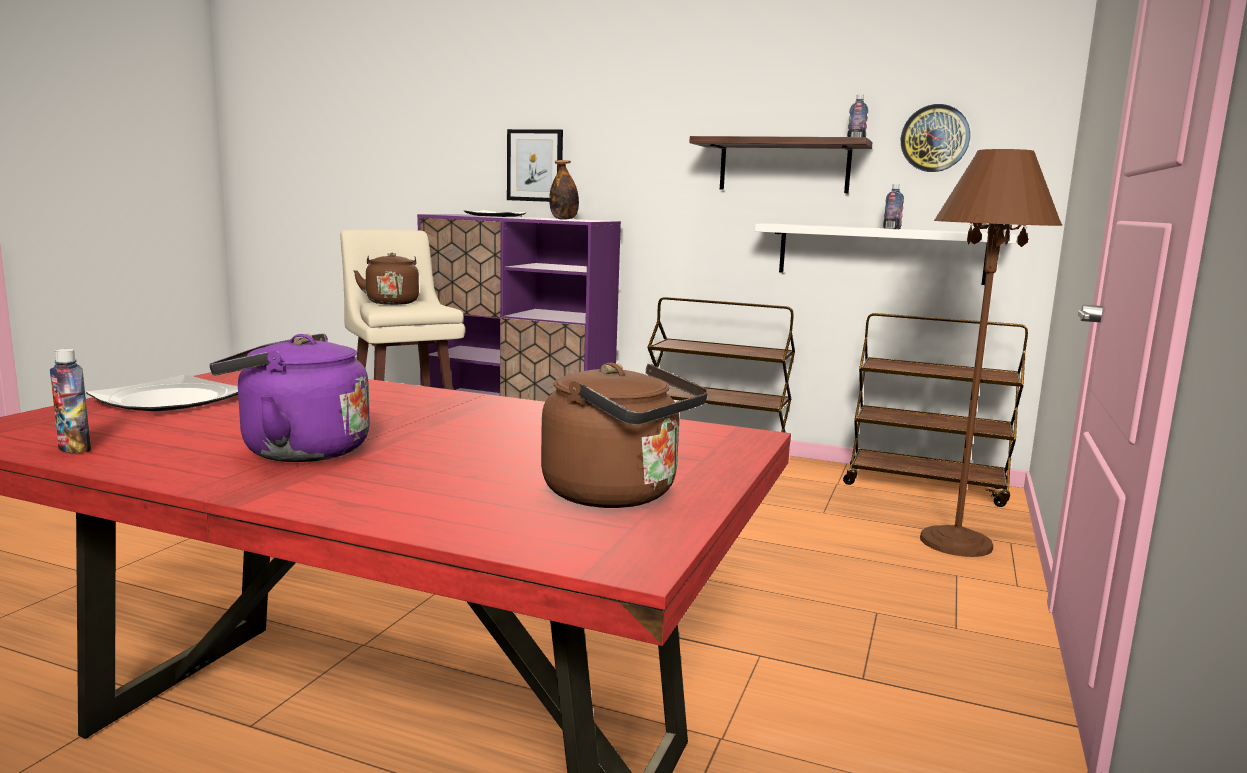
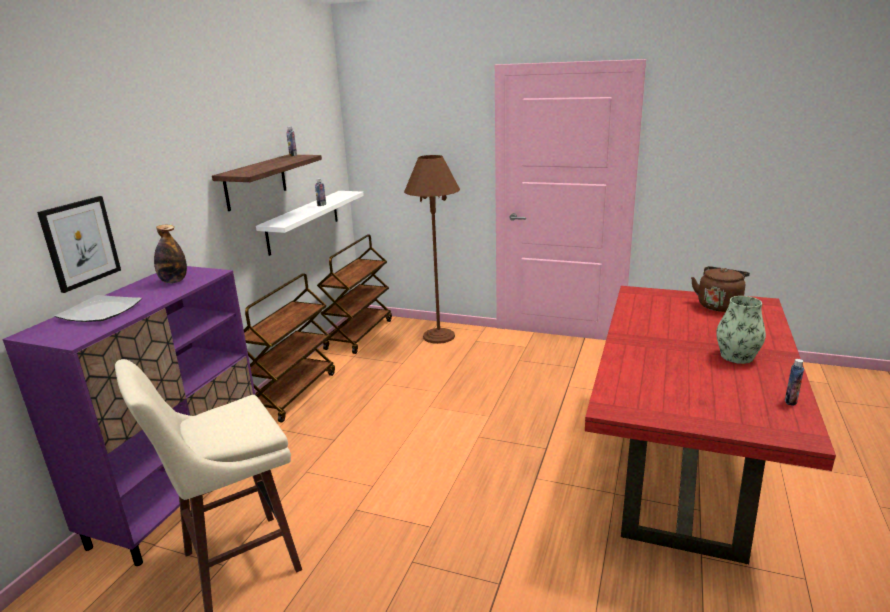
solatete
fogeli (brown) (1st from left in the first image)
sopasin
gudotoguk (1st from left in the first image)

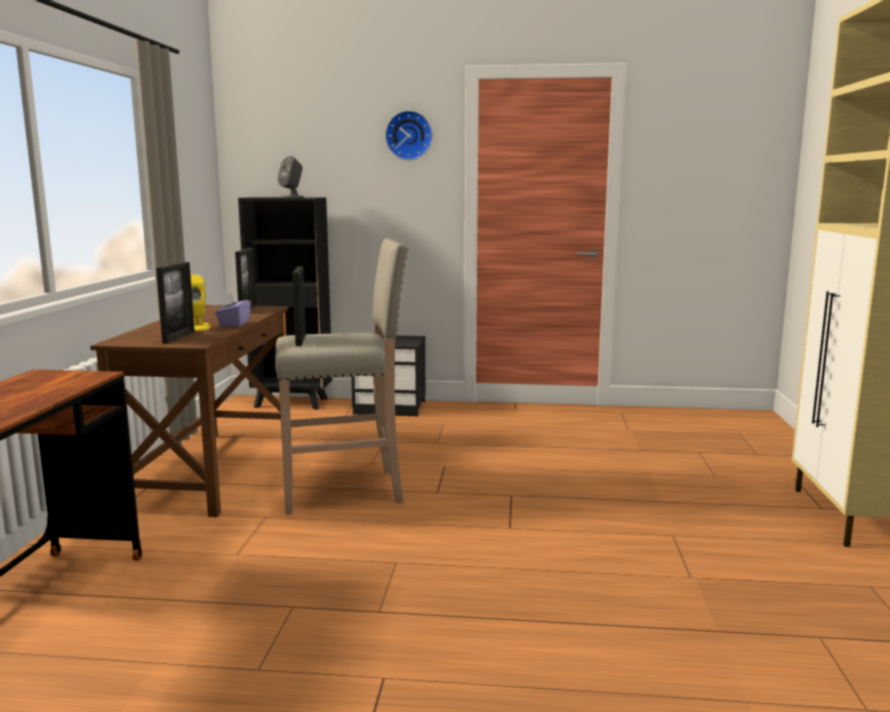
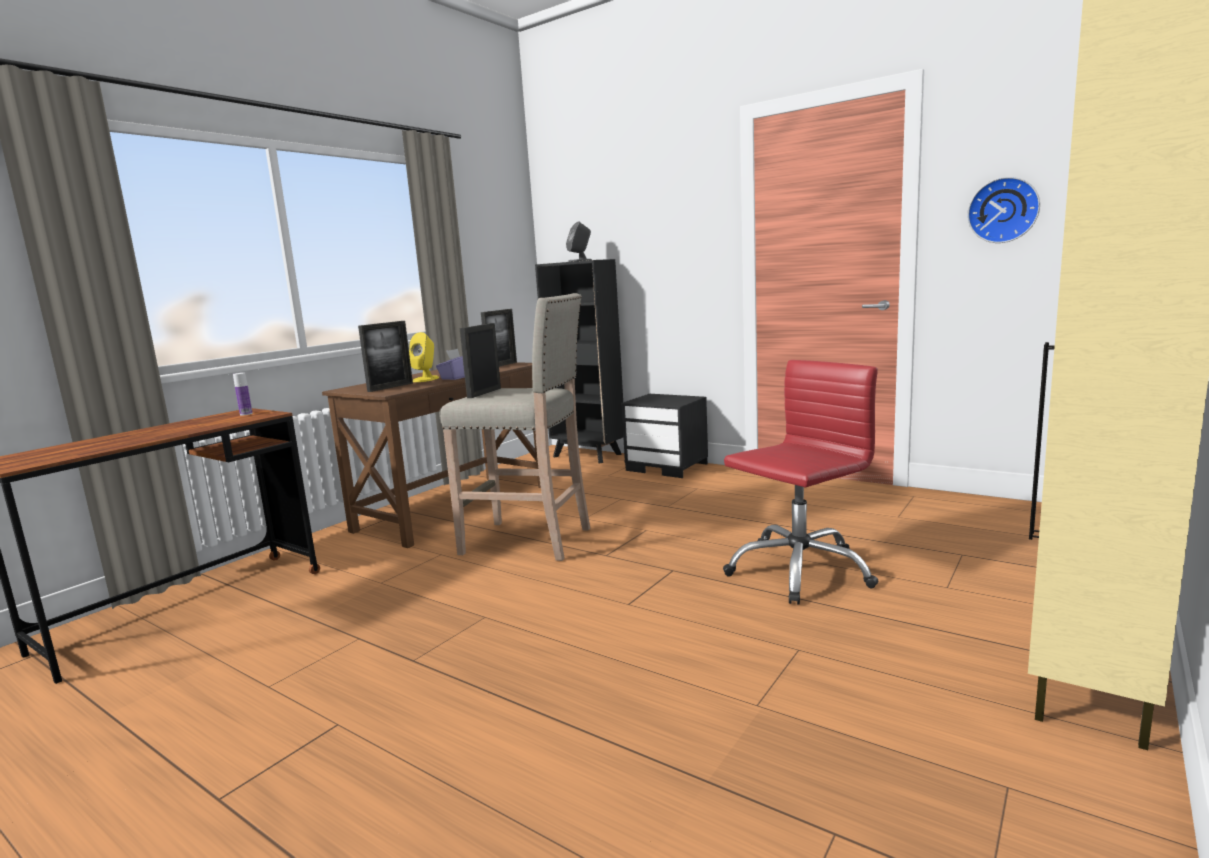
solatete
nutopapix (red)
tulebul

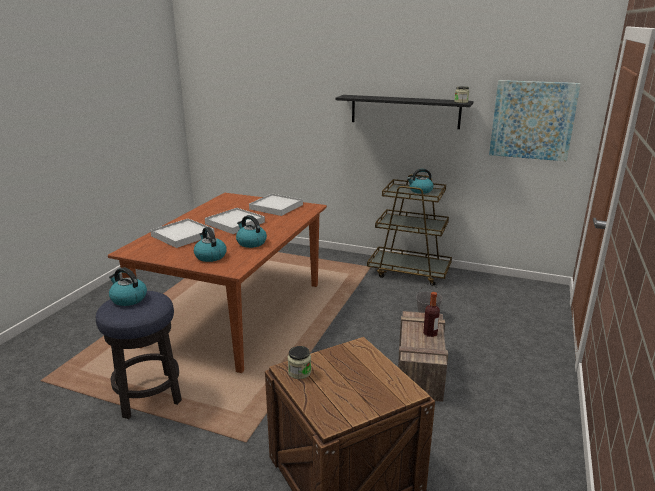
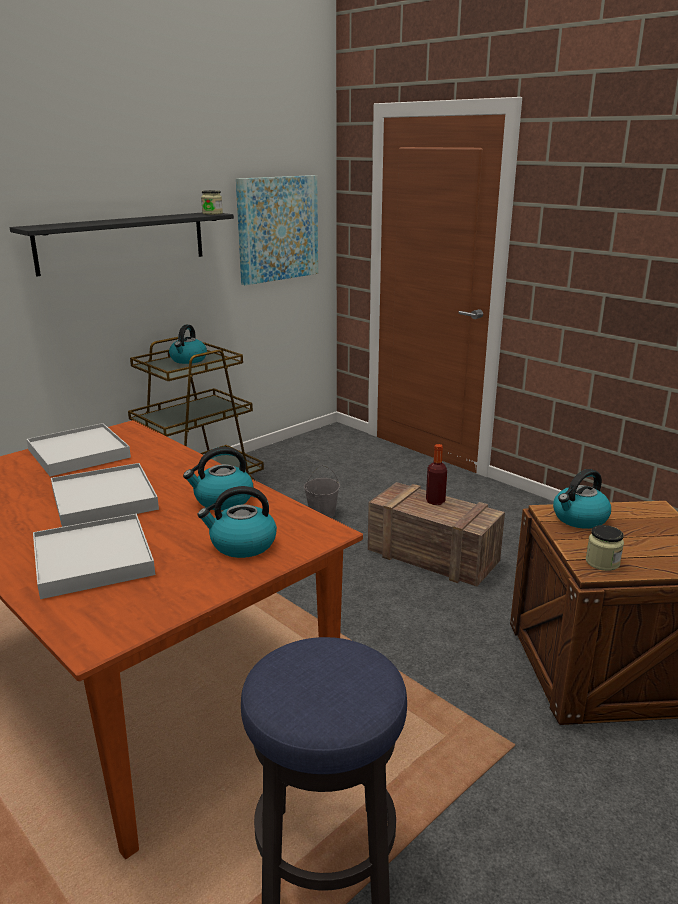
fogeli (4th from left)

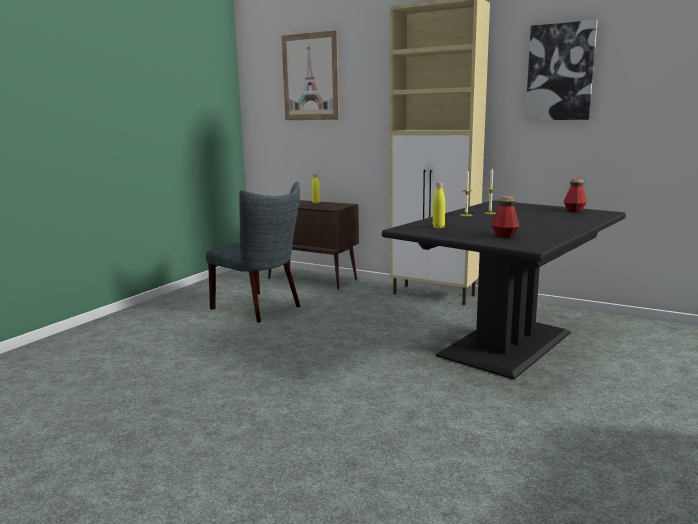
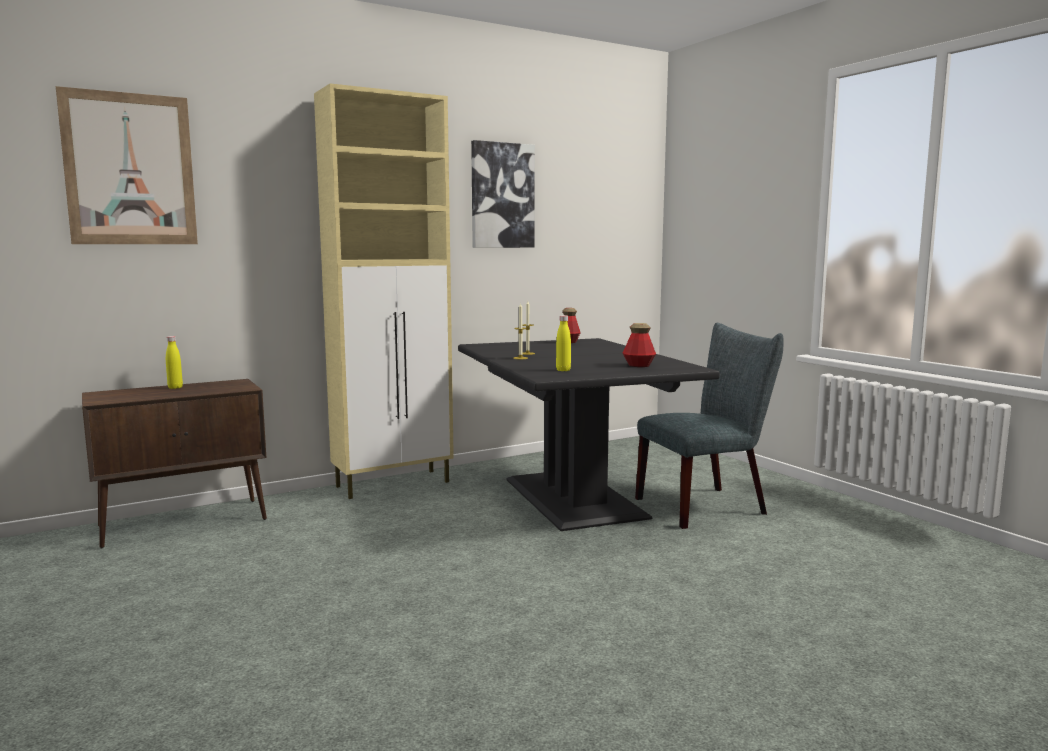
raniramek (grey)

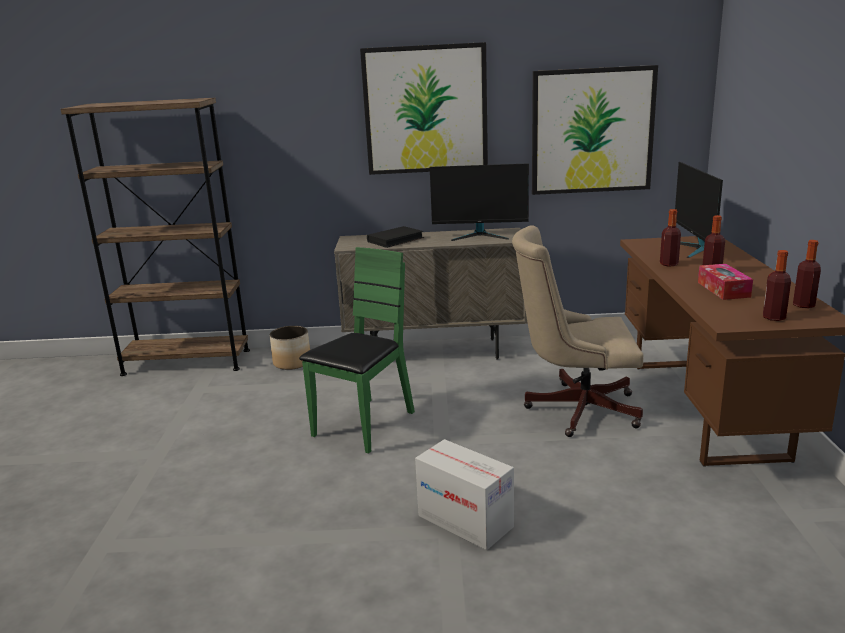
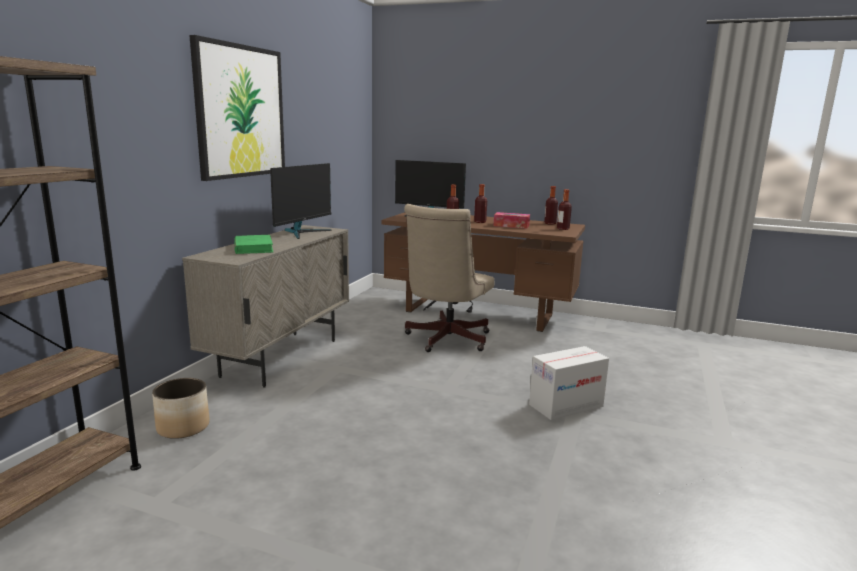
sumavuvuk (2nd from left in the first image)
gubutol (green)
raniramek (green)

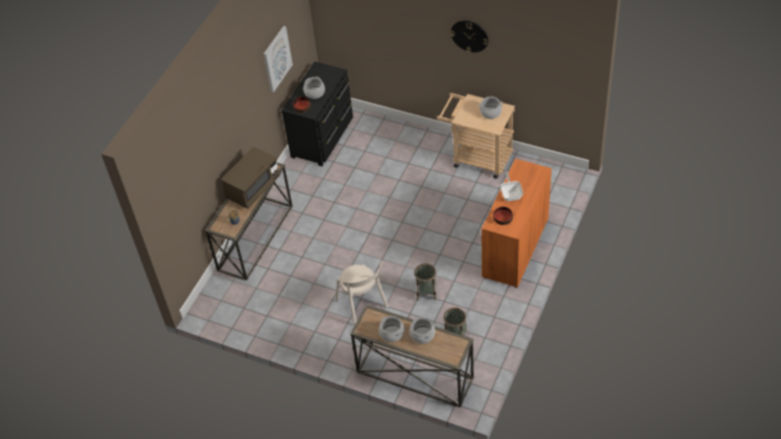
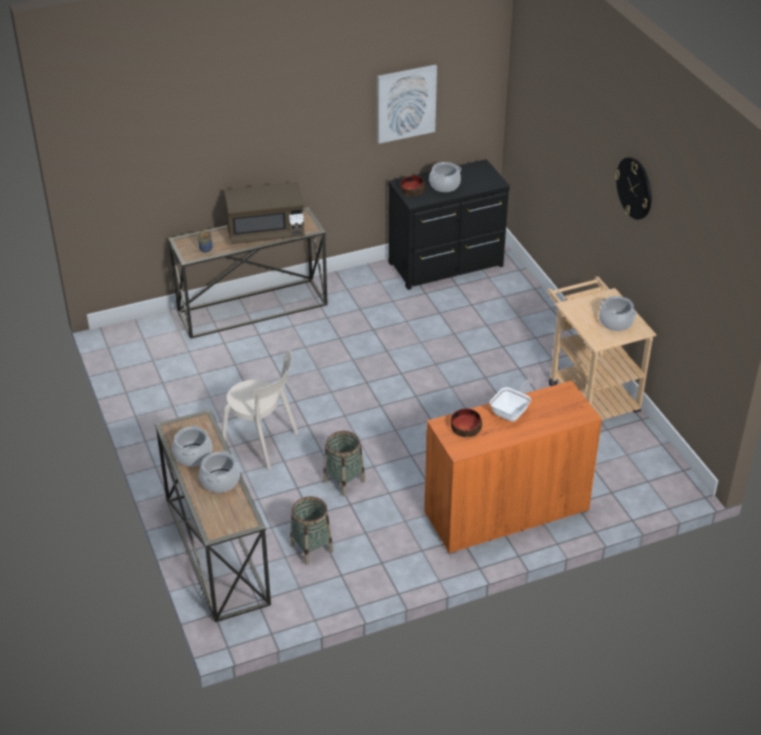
raniramek (beige)

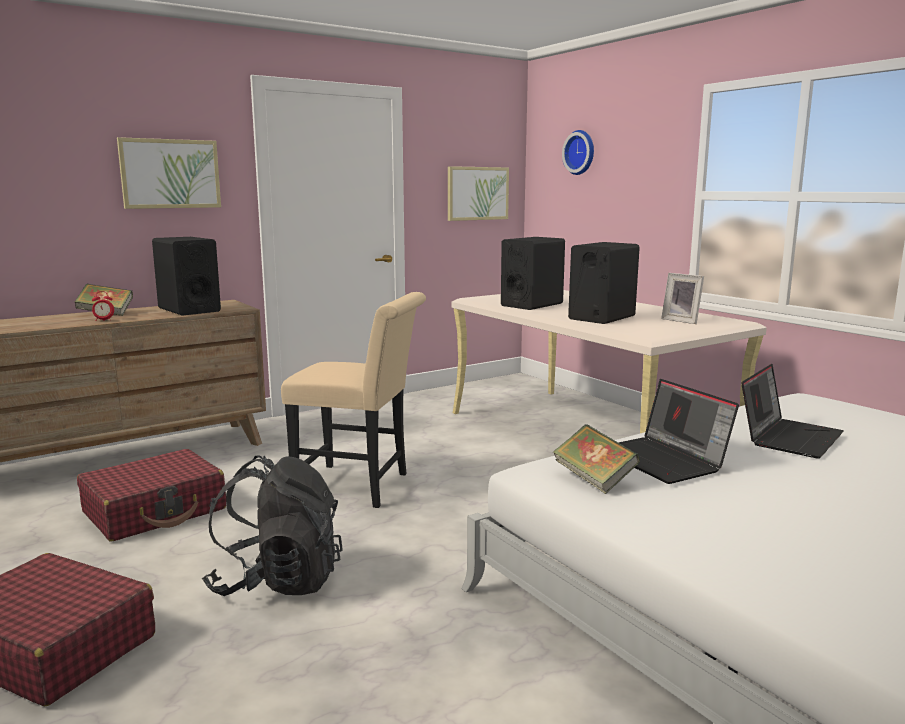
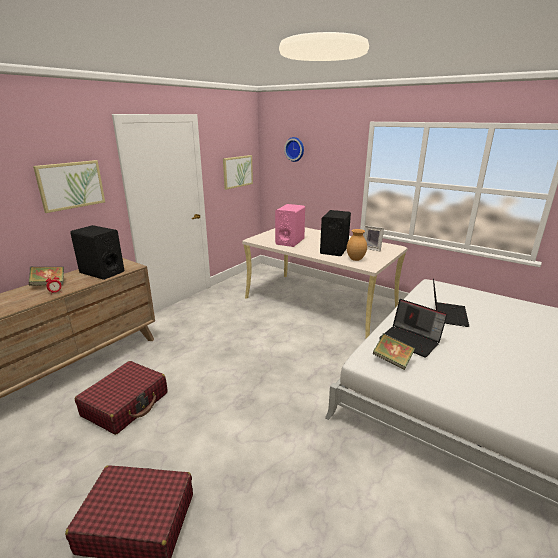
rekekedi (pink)
raniramek (beige)
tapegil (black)
sopasin (brown)

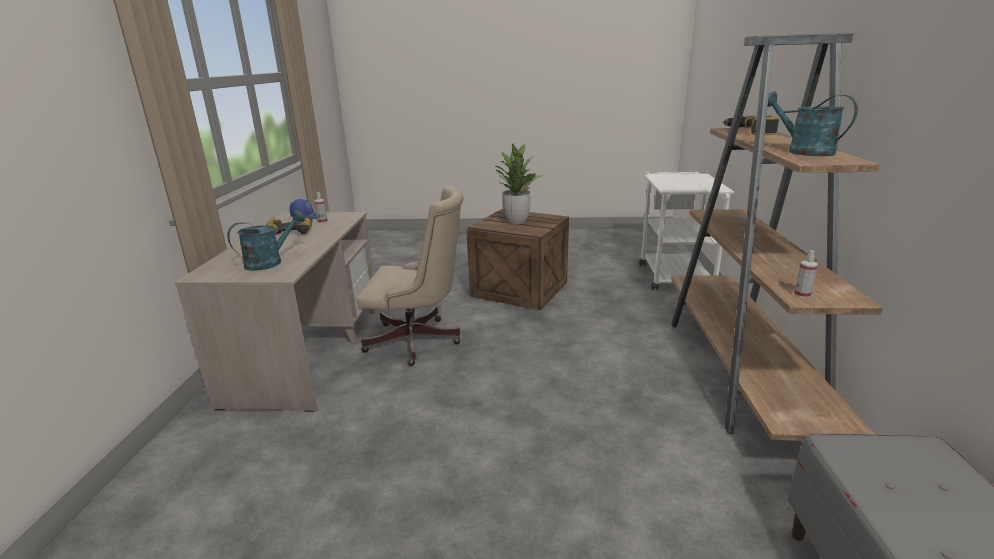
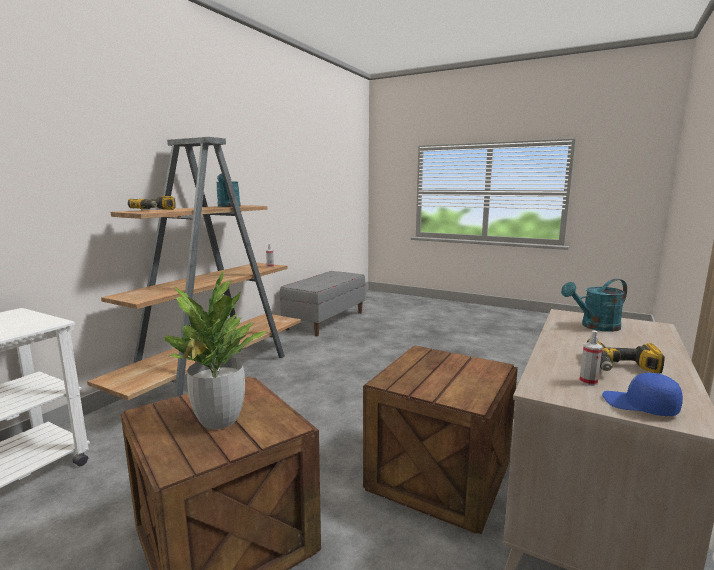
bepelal (2nd from left)

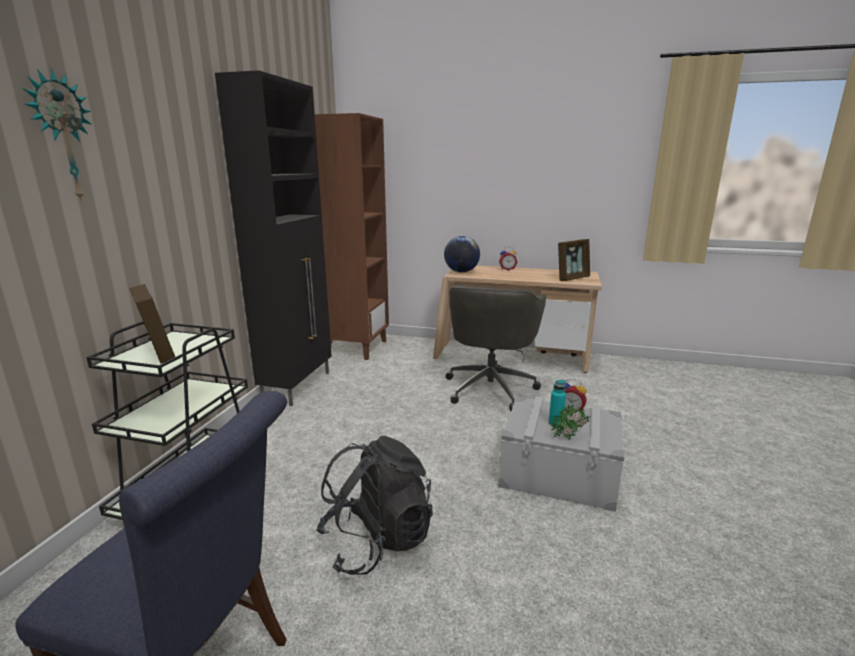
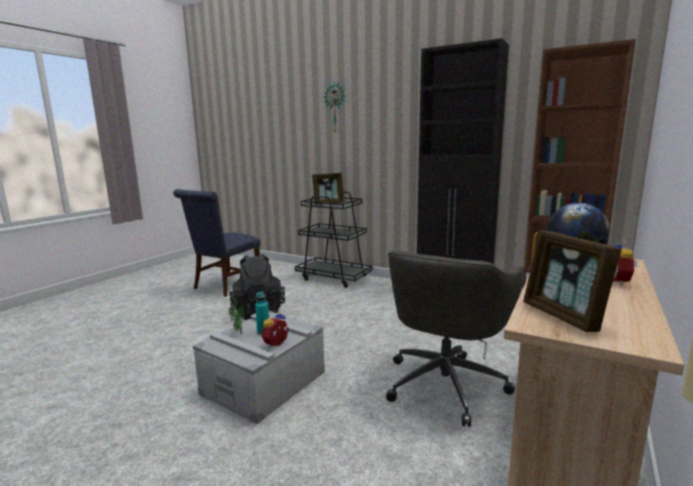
nutopapix (grey)

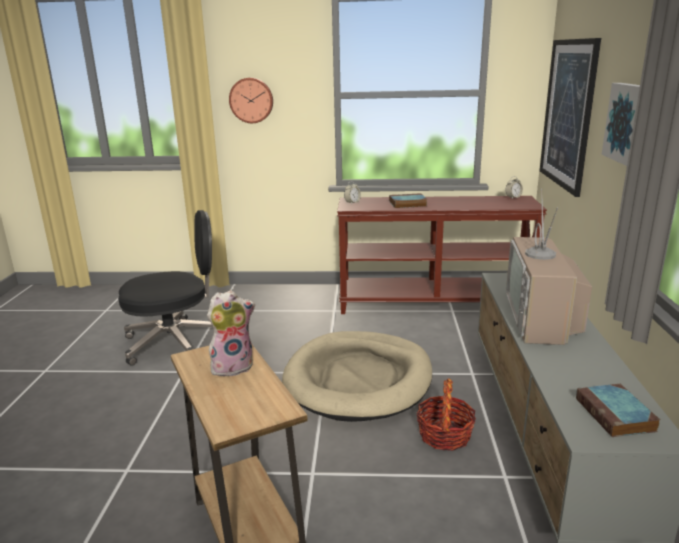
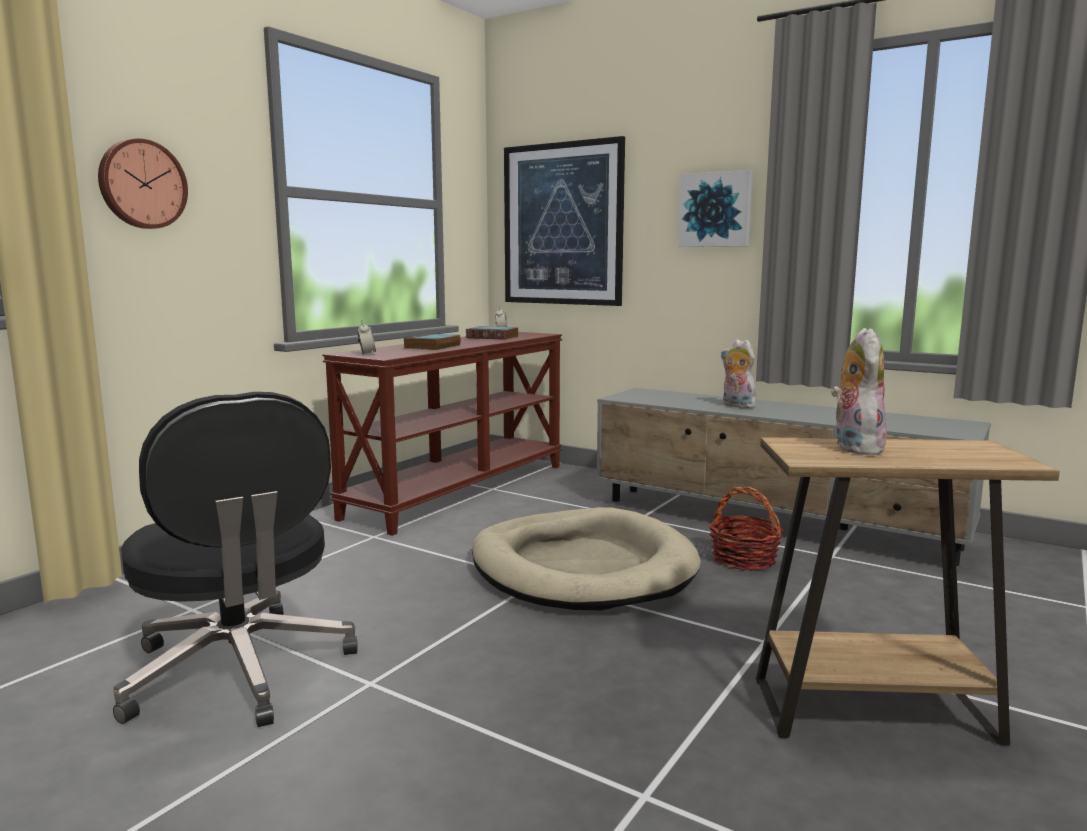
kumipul (1st from left)
nutopapix (black)
gubutol (2nd from left)

